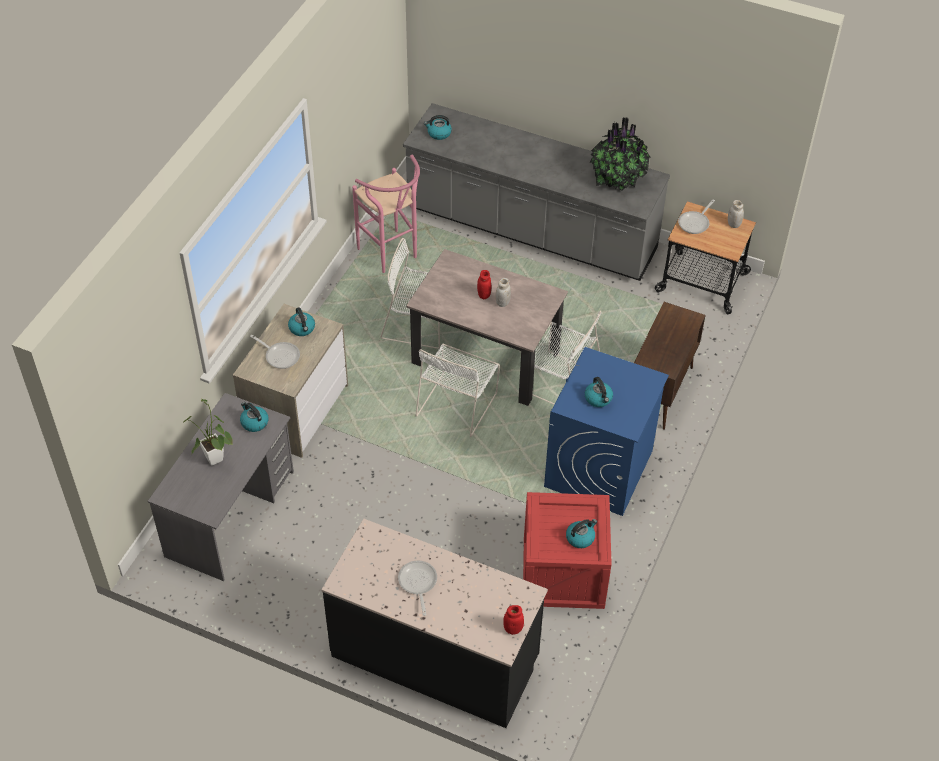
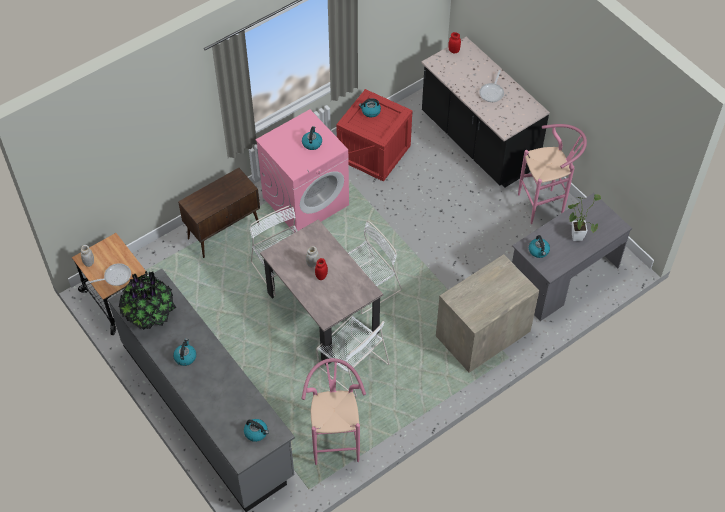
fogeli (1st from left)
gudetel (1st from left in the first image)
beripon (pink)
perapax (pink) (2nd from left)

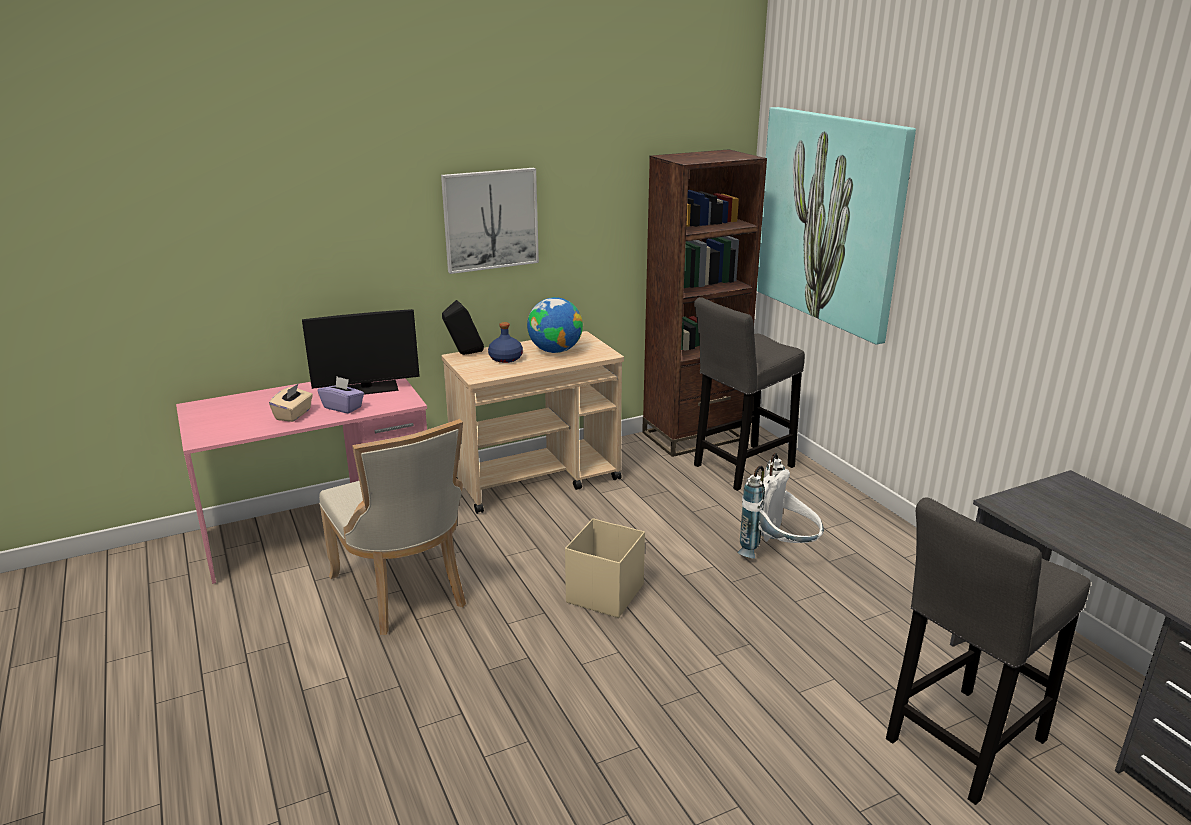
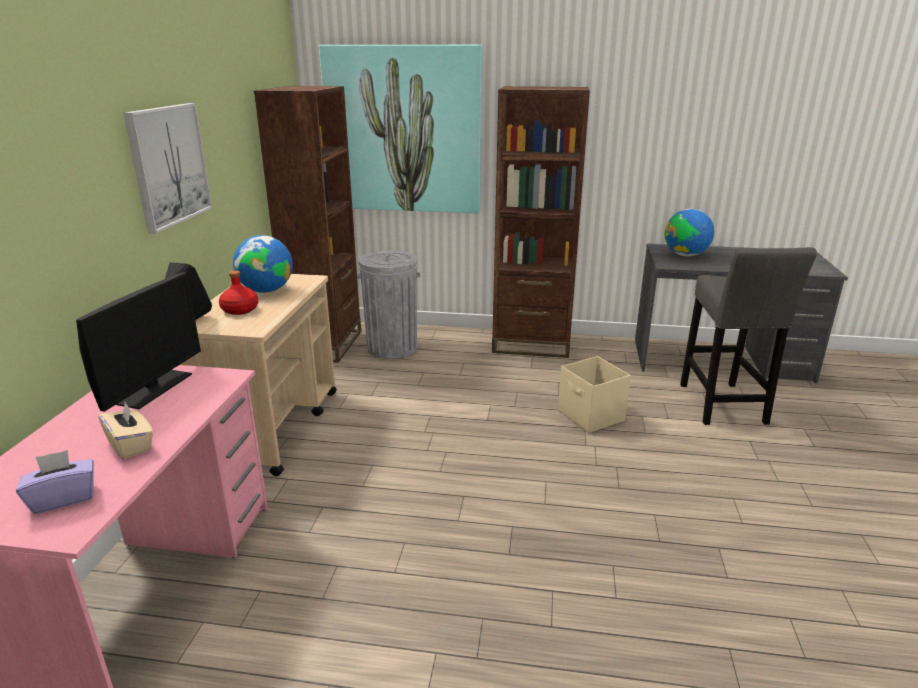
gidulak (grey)
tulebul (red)
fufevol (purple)
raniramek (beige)
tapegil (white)
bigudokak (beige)
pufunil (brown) (2nd from left)
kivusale (2nd from left)

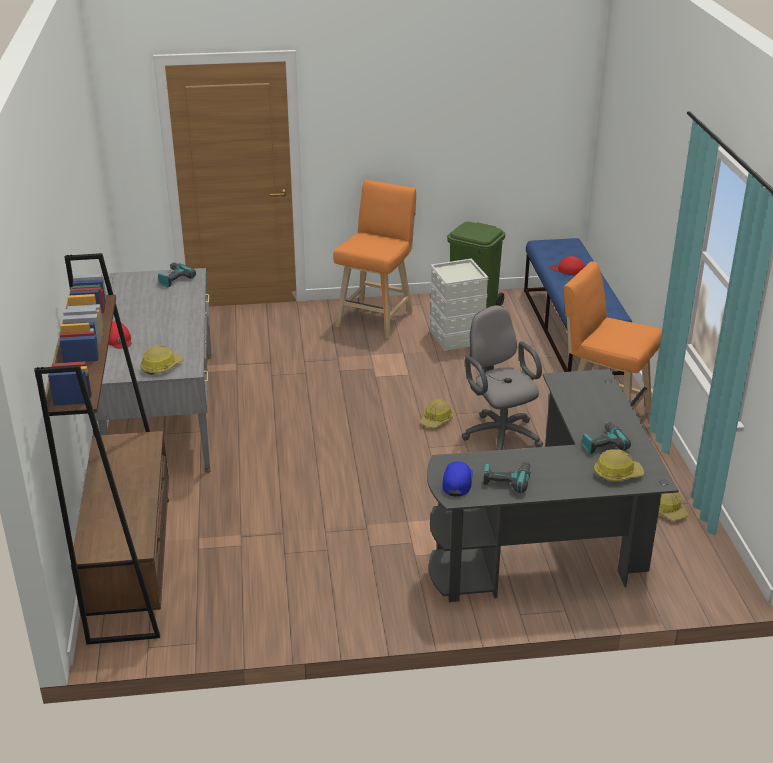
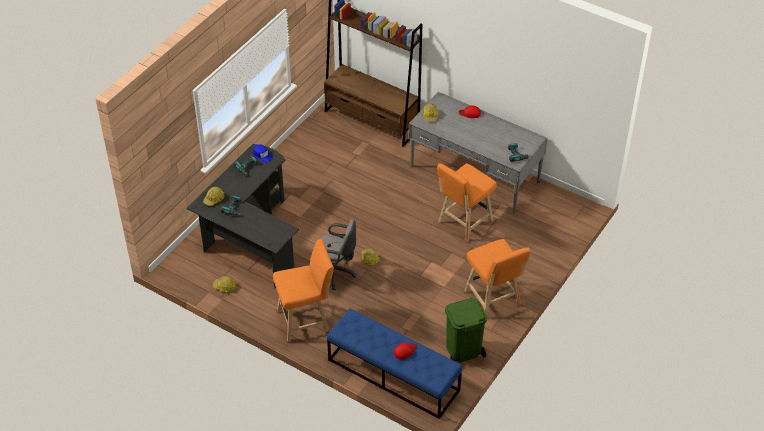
bigudokak (grey)
perapax (orange) (2nd from left)

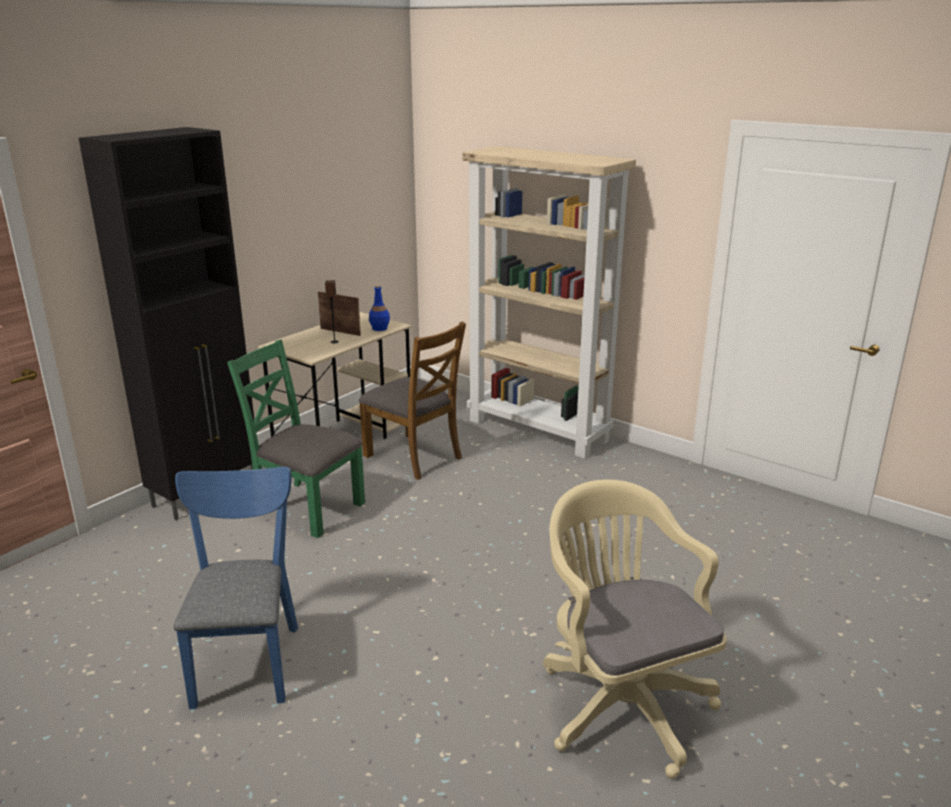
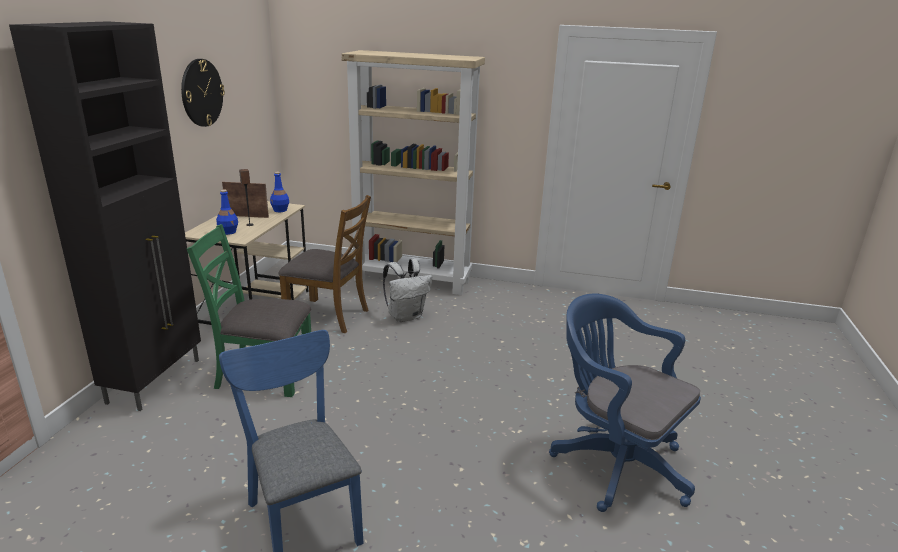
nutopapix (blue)
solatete
tulebul (blue) (1st from left)
tapegil (white)

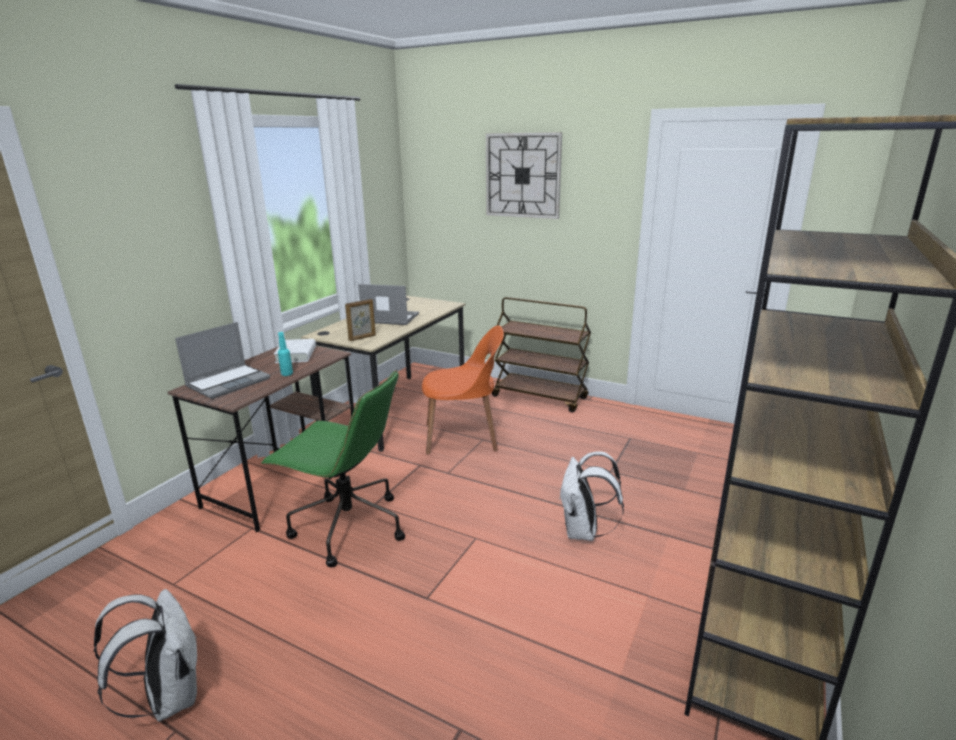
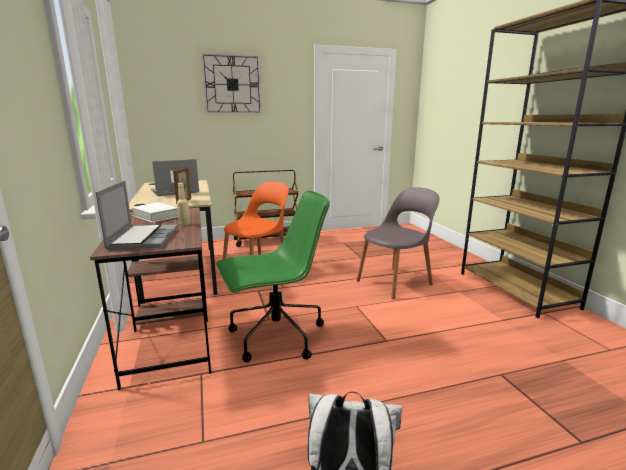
tulebul (beige)
raniramek (grey)

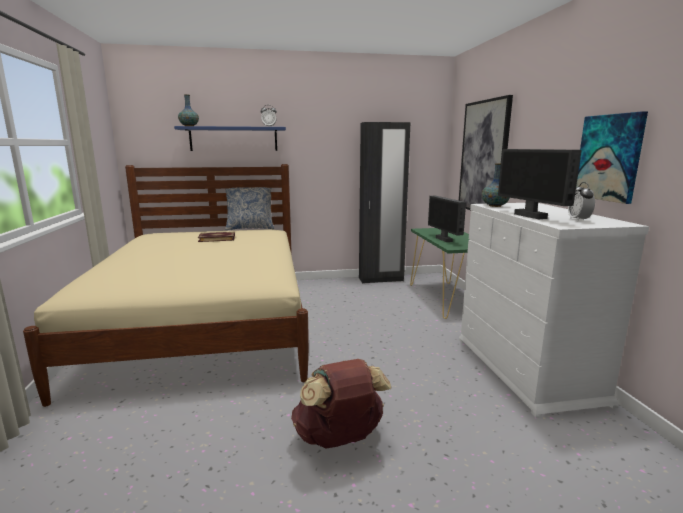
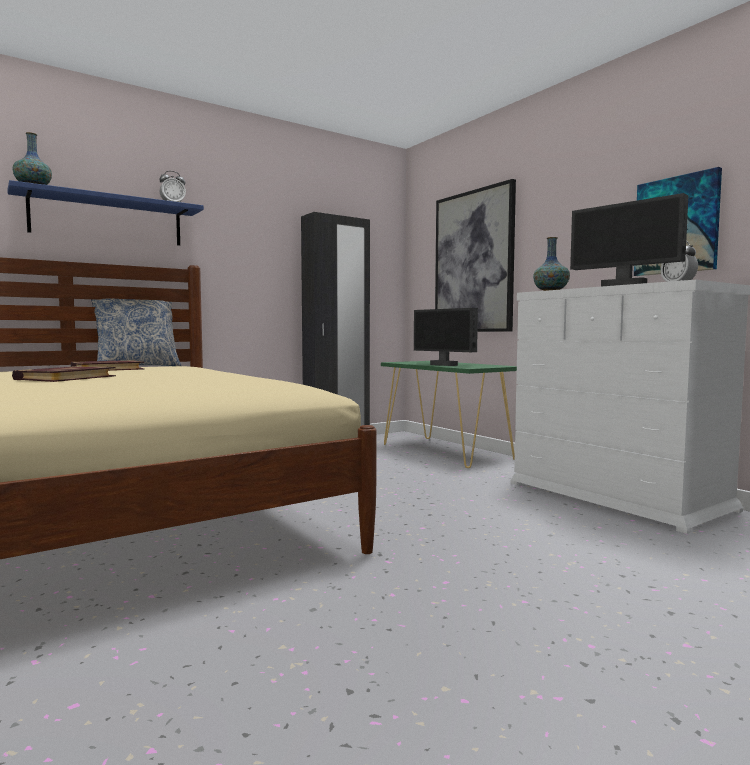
tapegil (brown)
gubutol (1st from left)

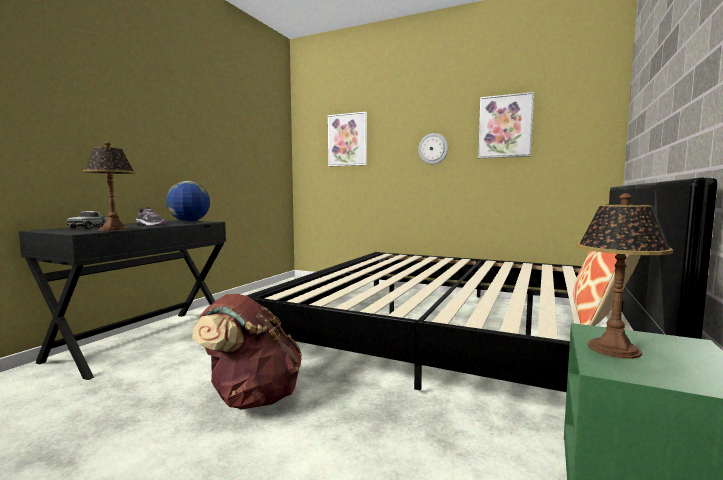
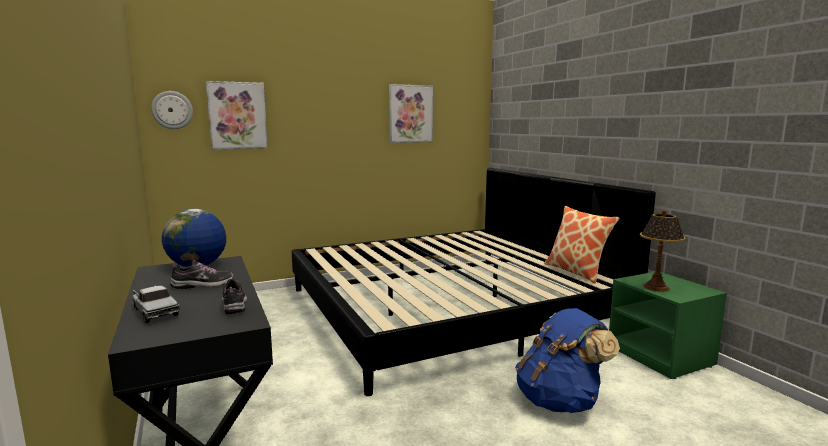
solatete
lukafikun (2nd from left)
tapegil (brown)
tapegil (blue)

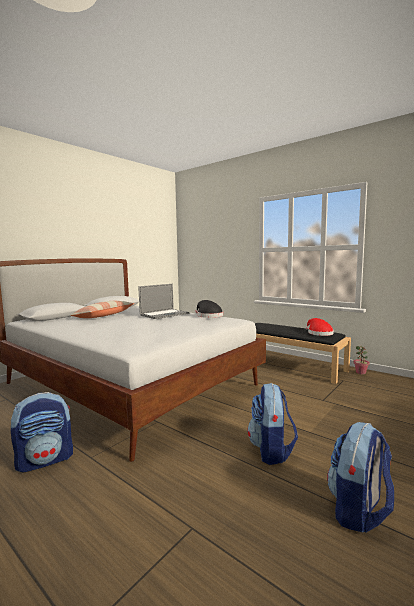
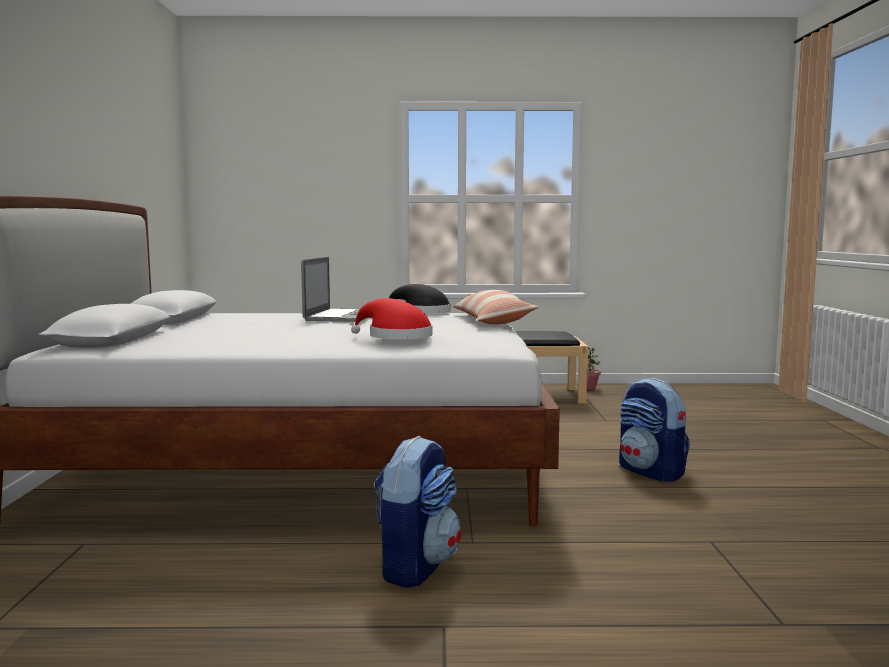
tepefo
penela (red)
tapegil (3rd from left in the first image)

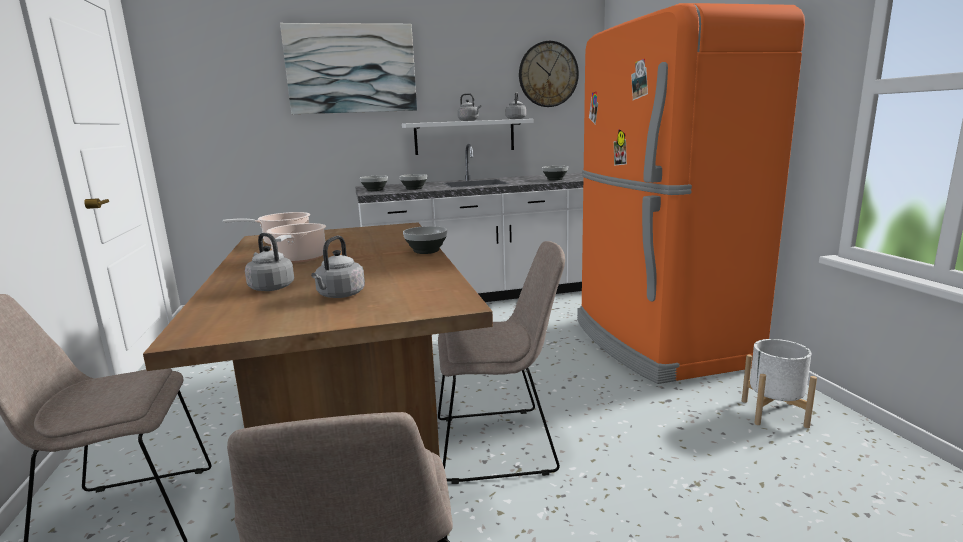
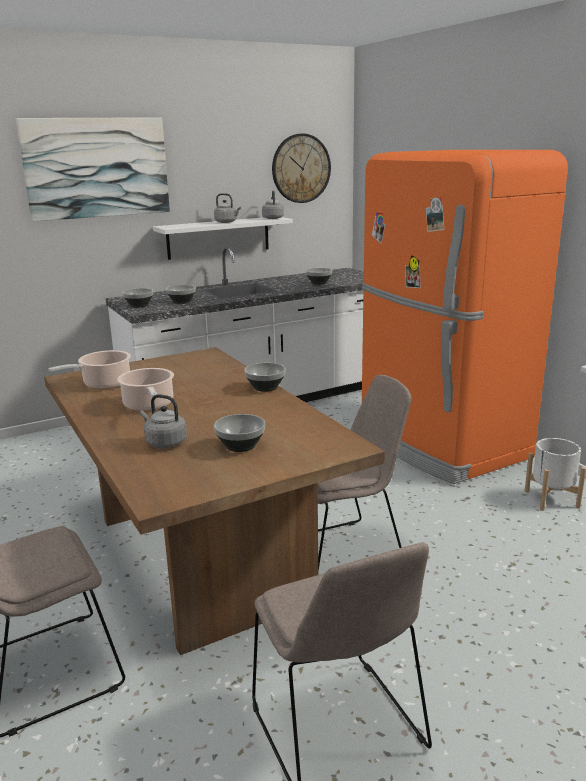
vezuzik (3rd from left)

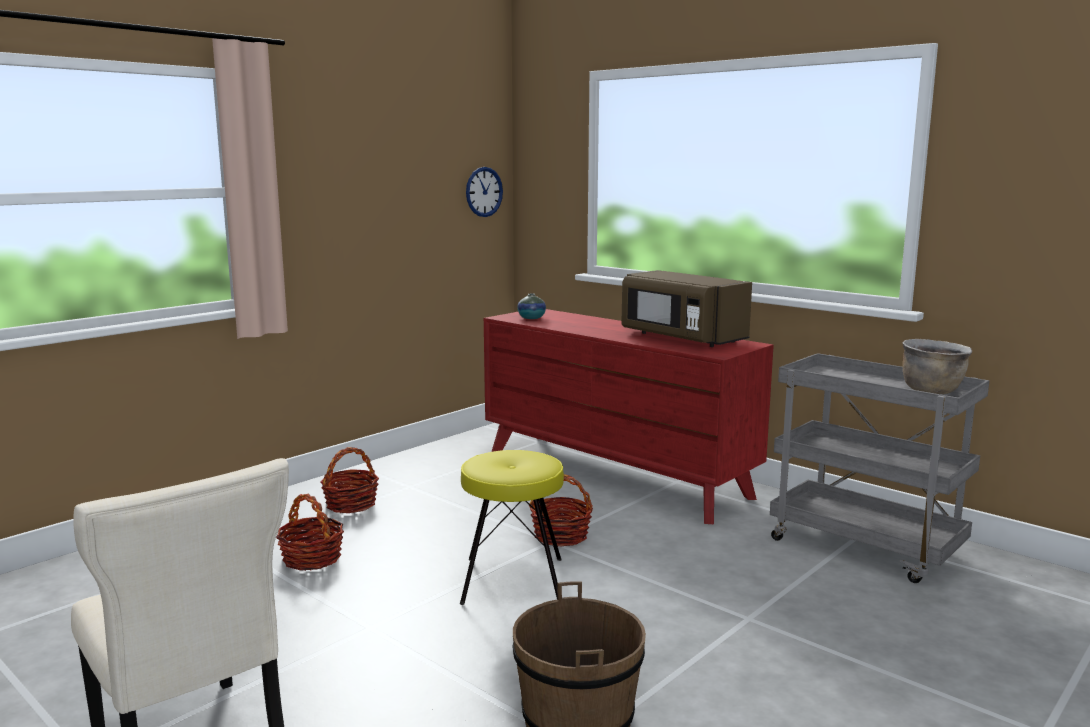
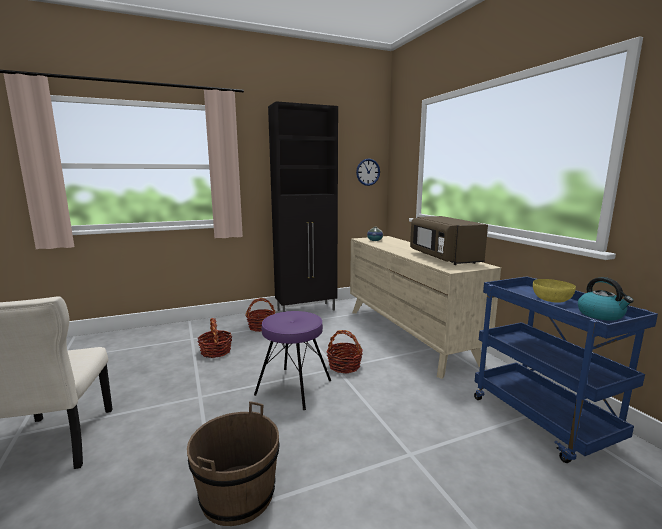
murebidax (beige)
fogeli
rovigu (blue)
perapax (purple)
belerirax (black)
vezuzik (yellow)

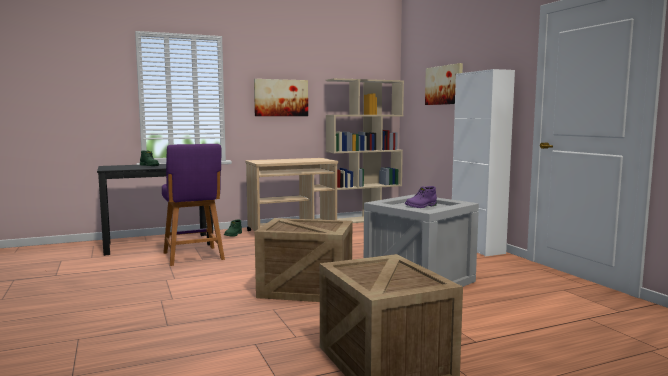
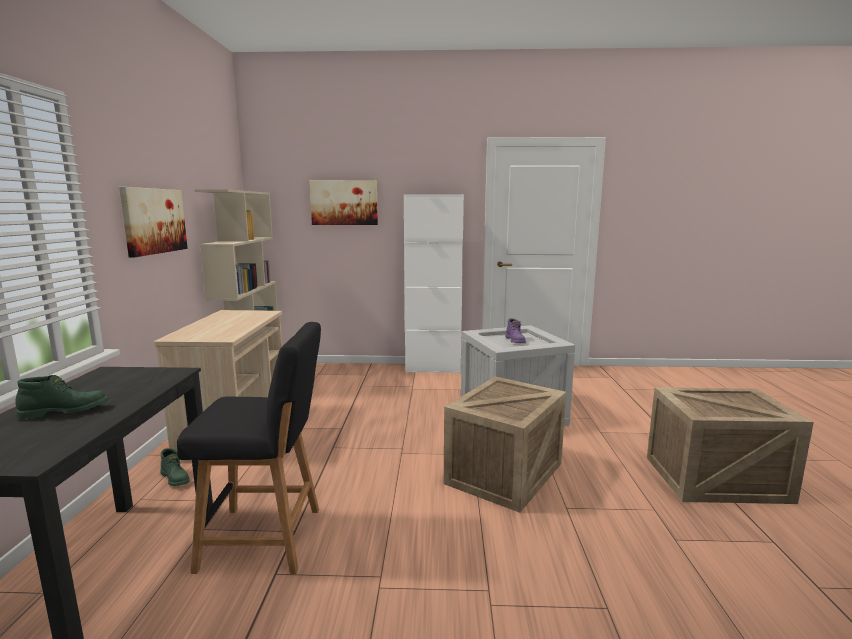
perapax (black)

